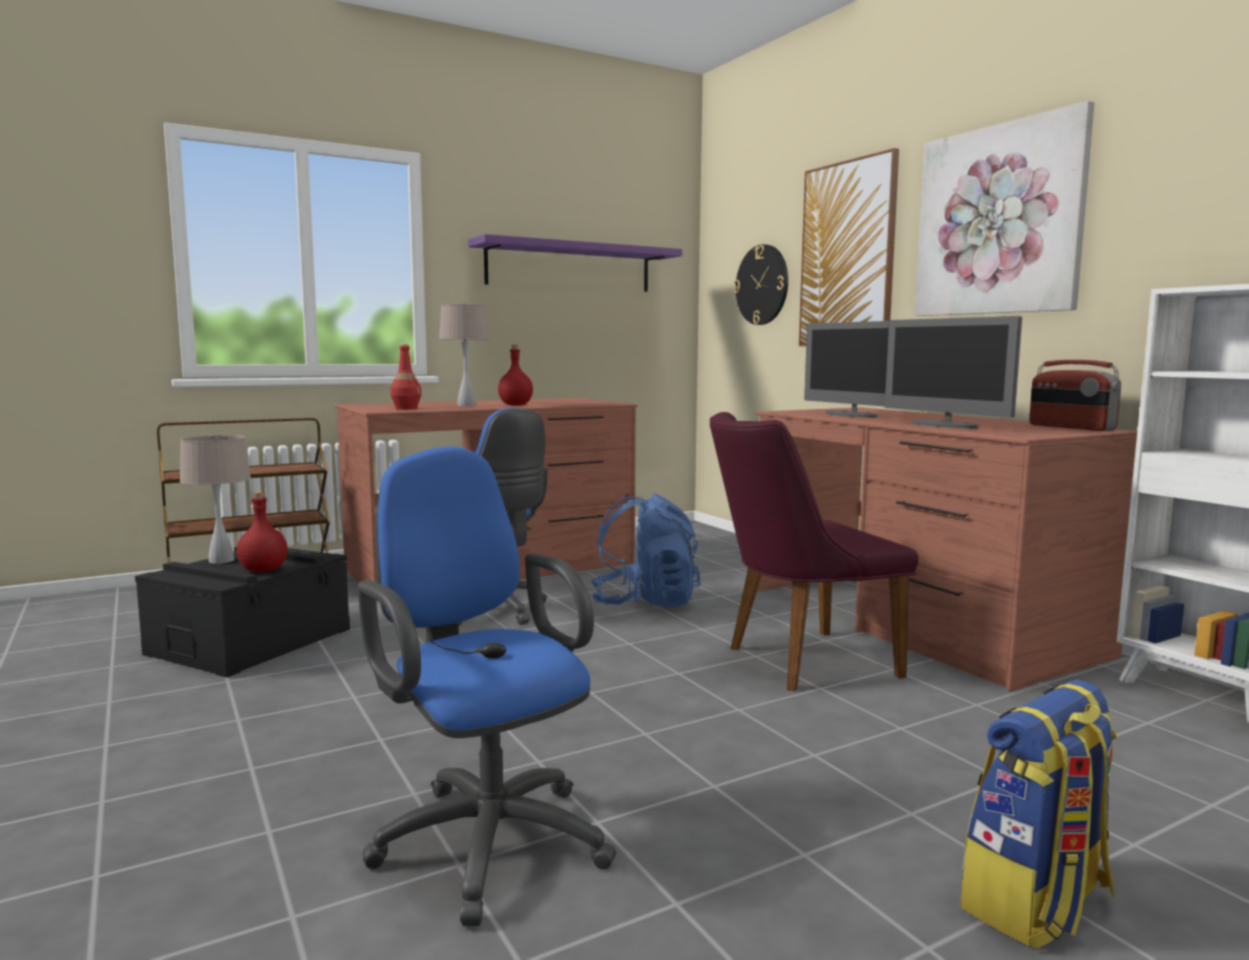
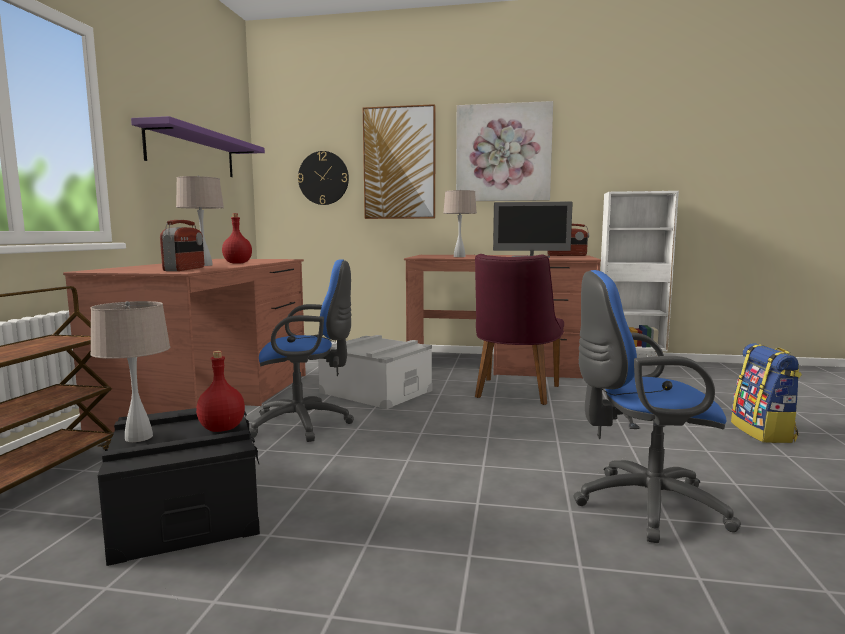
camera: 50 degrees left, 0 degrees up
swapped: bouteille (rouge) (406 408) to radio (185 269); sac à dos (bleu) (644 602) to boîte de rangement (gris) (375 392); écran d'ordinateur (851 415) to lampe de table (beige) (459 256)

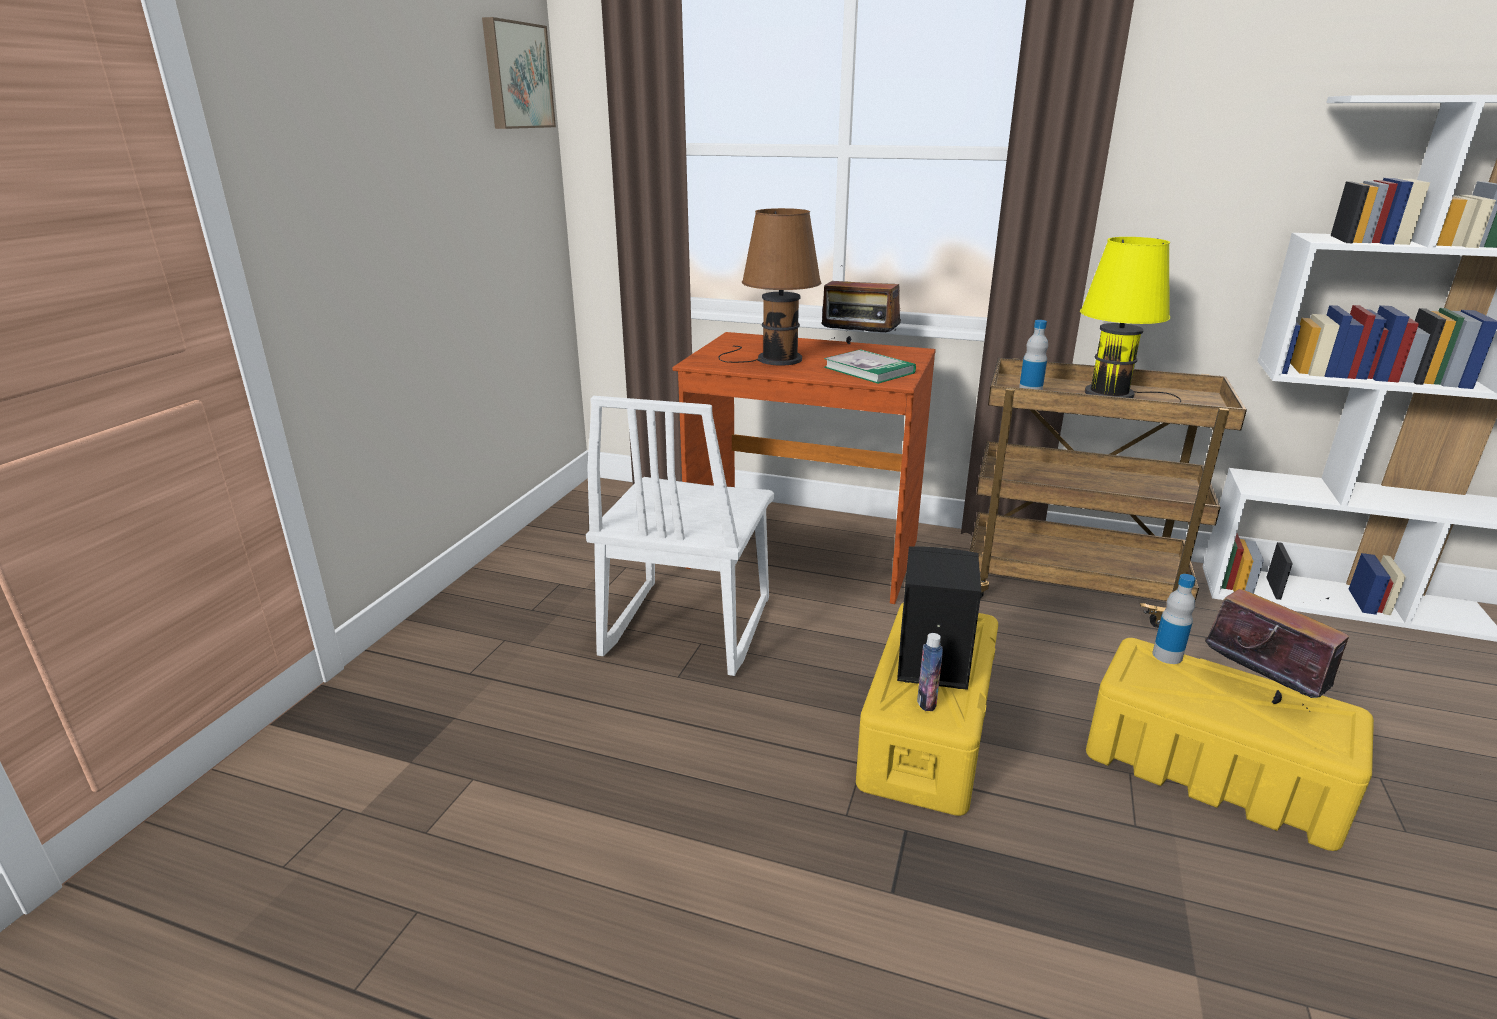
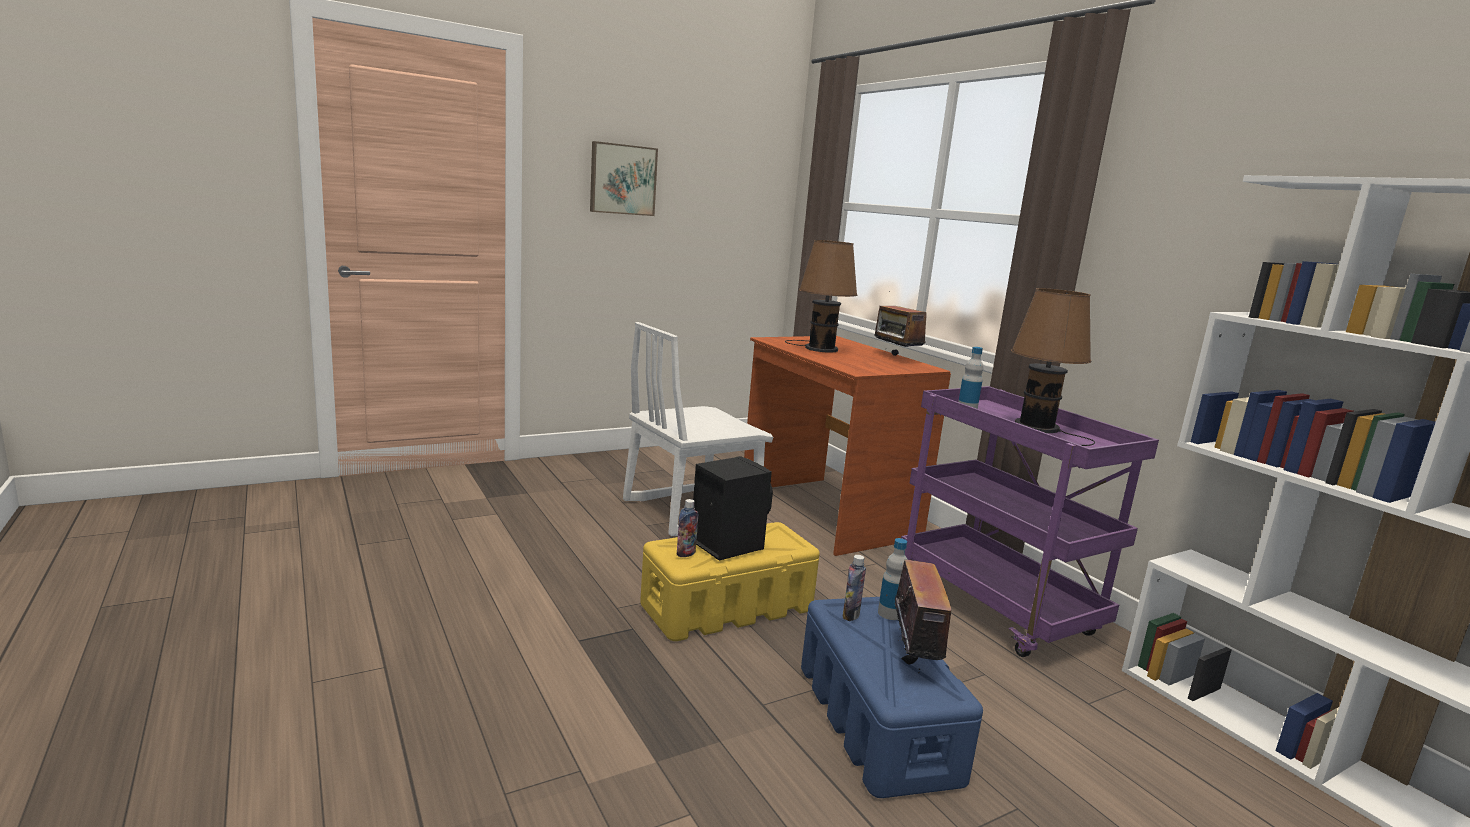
camera: 40 degrees right, 10 degrees down
gone: livre (869 370)
new: bouteille (851 615)
shifted: tableau (516 76) to (622 179)
repainted: chariot (marron) (1072 586) to chariot (violet) (997 608); lampe de table (jaune) (1115 395) to lampe de table (marron) (1040 429); boîte de rangement (jaune) (1209 770) to boîte de rangement (bleu) (875 721)

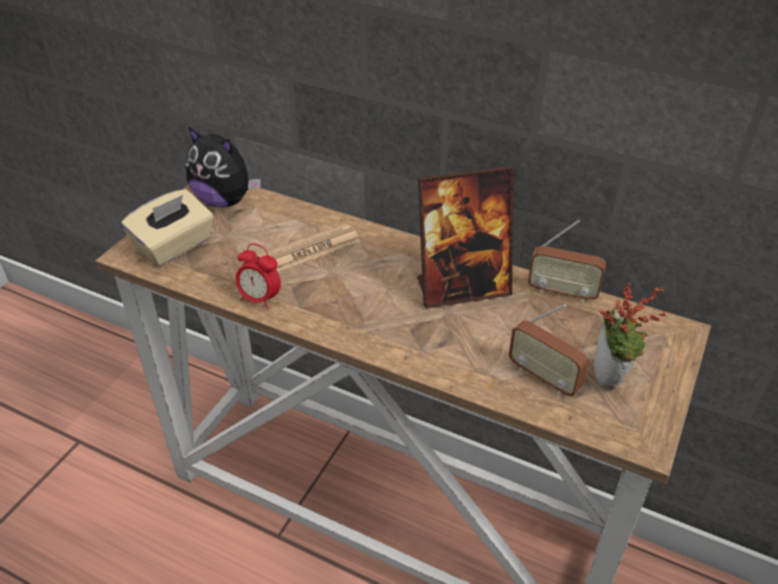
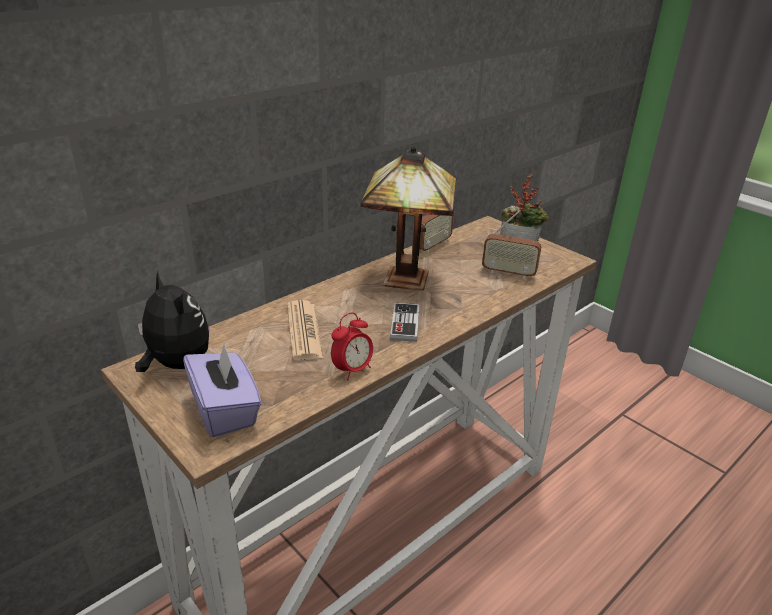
camera: 70 degrees left, 10 degrees down
new: manette (405 324)
swapped: cadre photo (462 288) to lampe de table (404 277)
repainted: boîte à mouchoirs (beige) (174 246) to boîte à mouchoirs (violet) (225 410)
rotated: peluche (225 201) = (176 364) 90 degrees counterclockwise; radio (544 377) = (508 273) 45 degrees clockwise

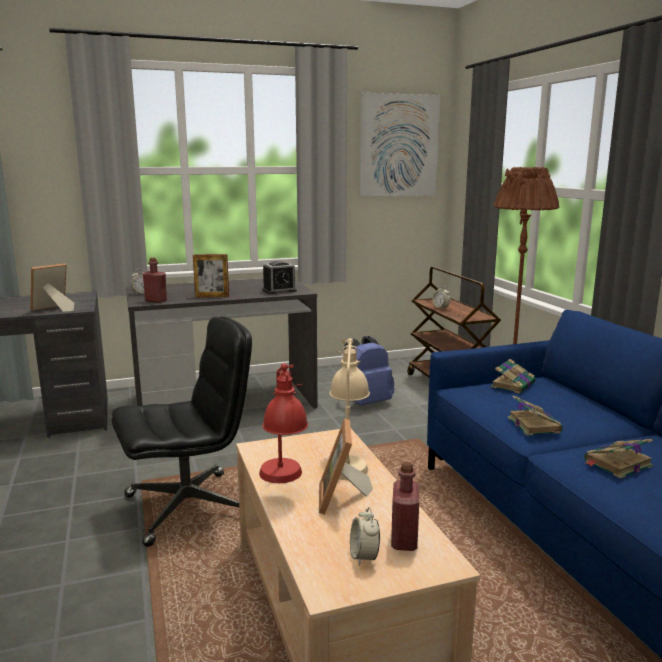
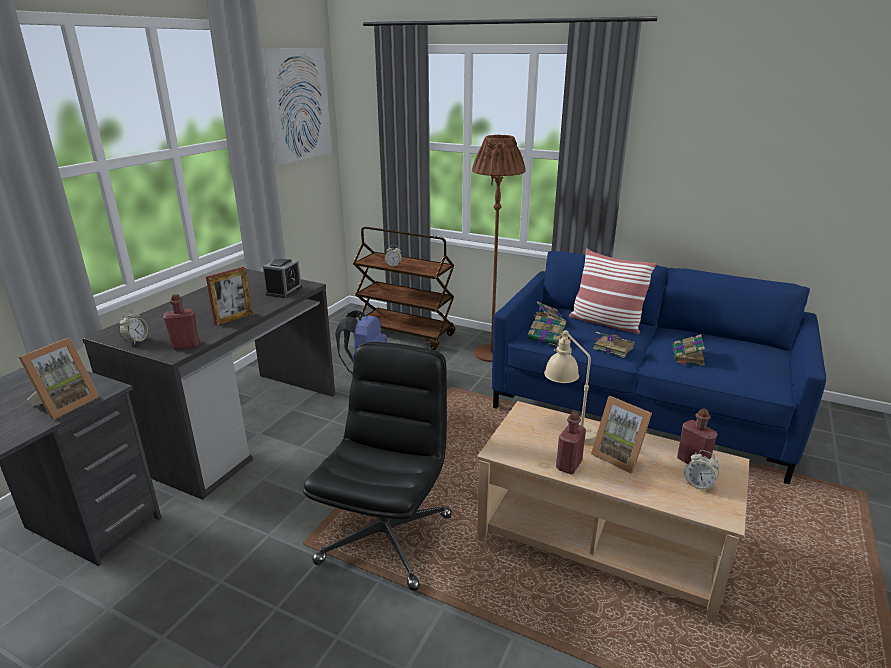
camera: 45 degrees left, 10 degrees up
new: livre (547 338); coussin (606 323)
swapped: lampe de table (rouge) (284 482) to bouteille (rouge) (569 465)
rotated: cadre photo (53 309) = (65 404) 150 degrees counterclockwise

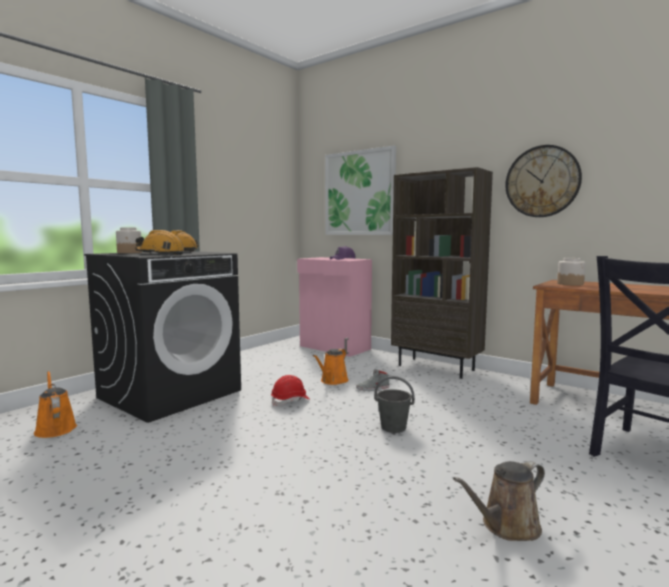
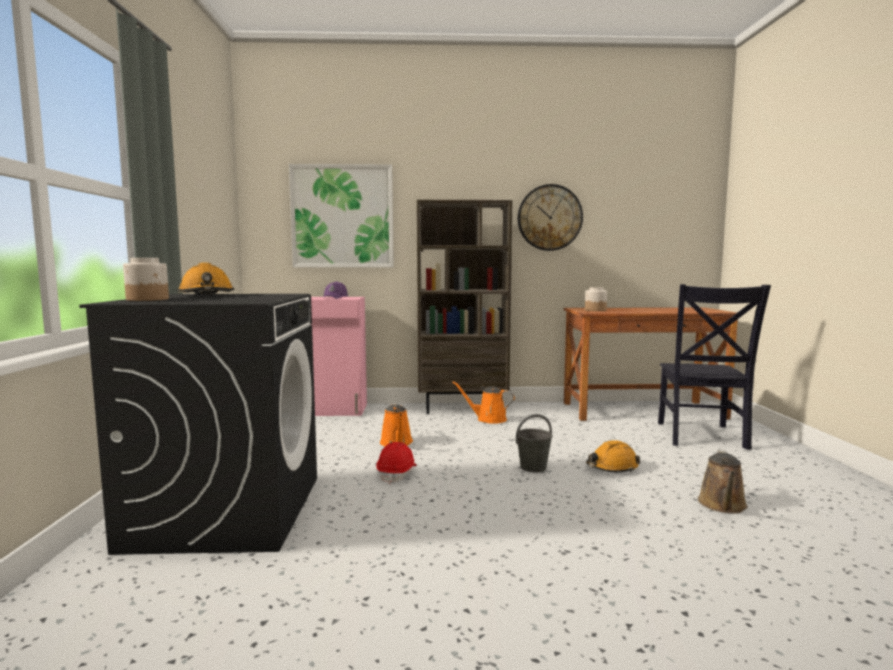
camera: 40 degrees left, 0 degrees up
gone: chaussure (gris) (373 388)
shifted: arrosoir (orange) (55 428) to (488 419); casque de chantier (orange) (160 254) to (612 468)

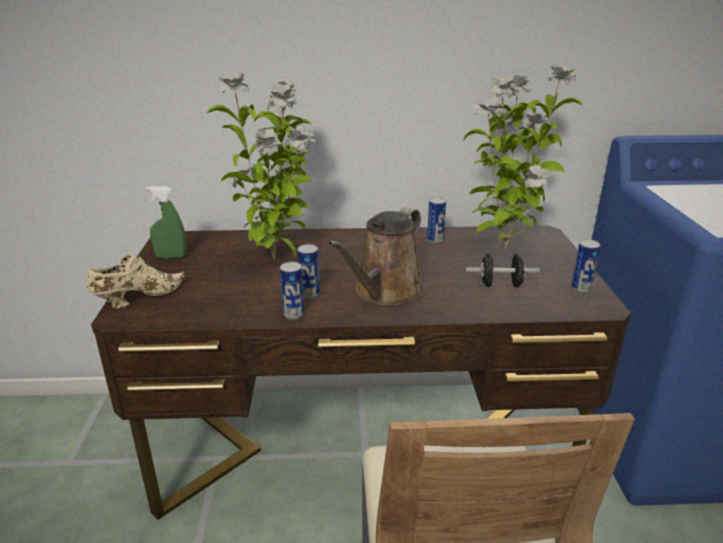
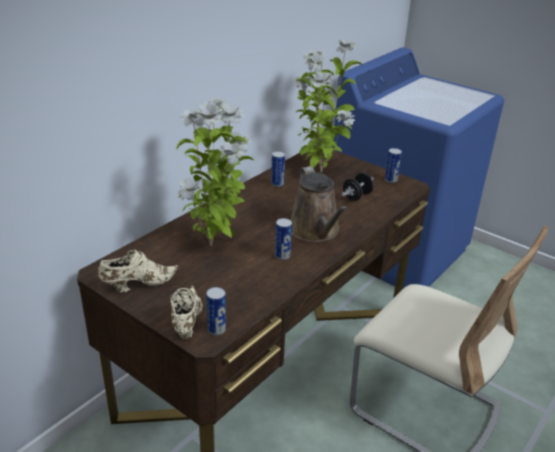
camera: 50 degrees left, 5 degrees up
shifted: boîte métallique (293 314) to (216 330)
swapped: vaporisateur (vert) (171 257) to chaussure (beige) (137 284)

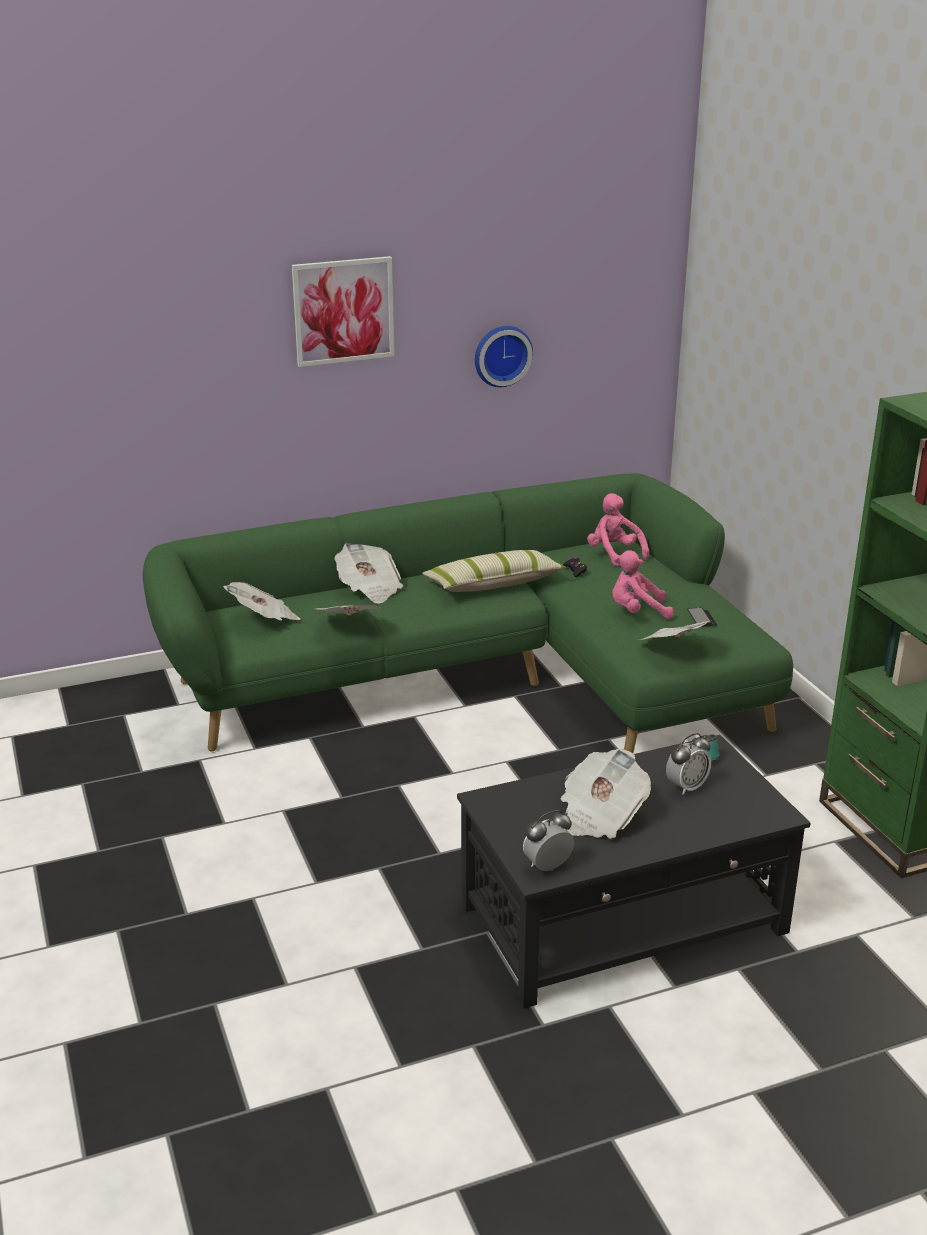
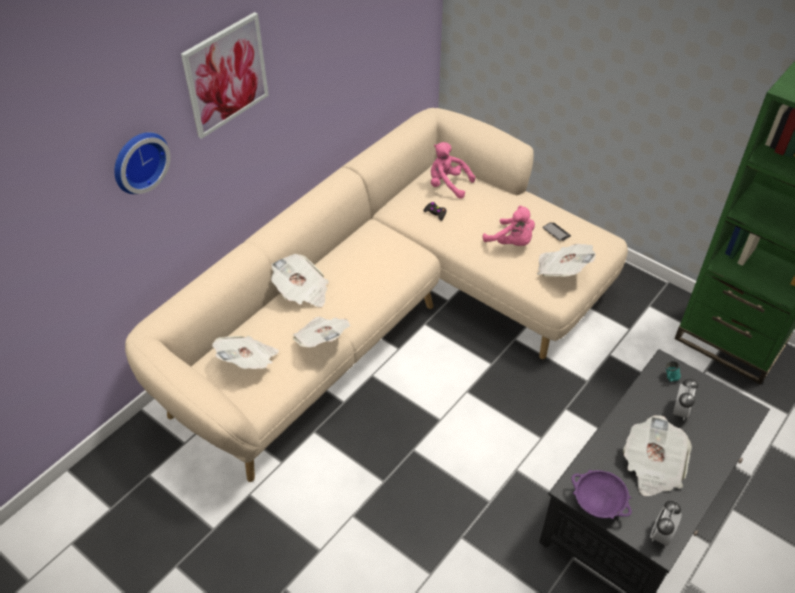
camera: 30 degrees left, 20 degrees up
gone: coussin (493 584)
new: bol (violet) (598 504)
shifted: horloge murale (501 355) to (138 161)
repainted: canapé (vert) (485 677) to canapé (beige) (390 313)
rotated: peluche (rose) (637 612) = (511 242) 105 degrees counterclockwise

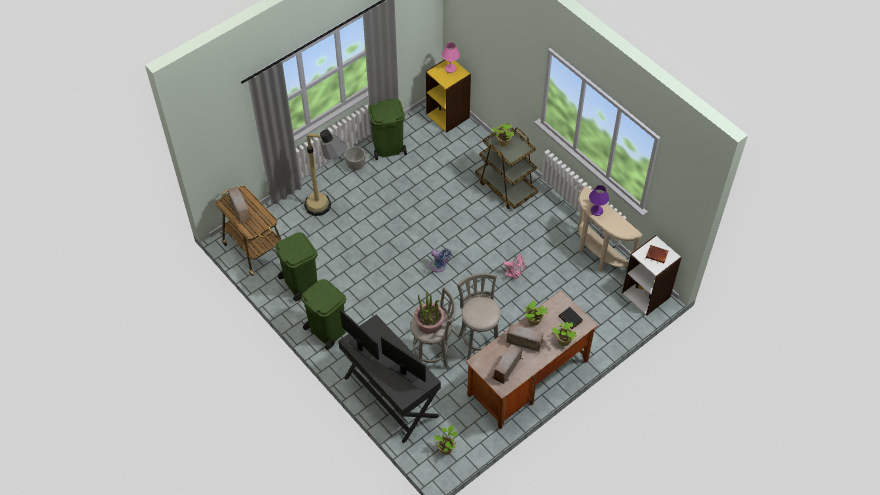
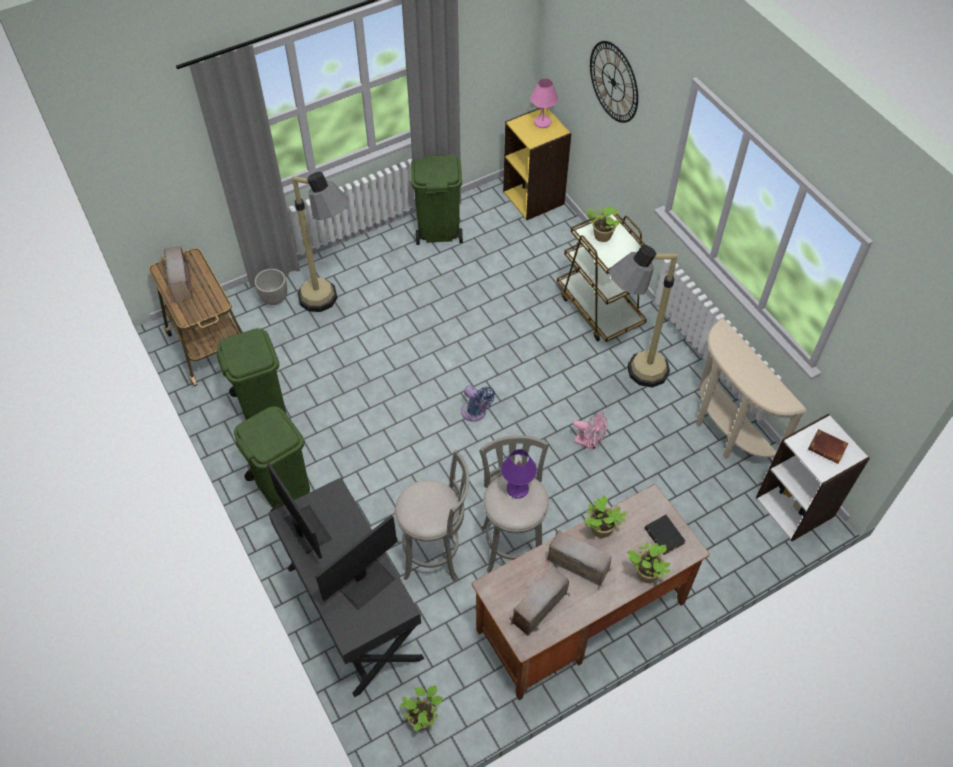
camera: 10 degrees right, 0 degrees up
gone: plante en pot (429 323)
new: horloge murale (613 82); lampadaire (631 377)
shifted: cache-pot (356 165) to (274 298); lampe de table (violet) (596 211) to (517 489)
rotated: écran d'ordinateur (406 370) = (366 583) 90 degrees clockwise

